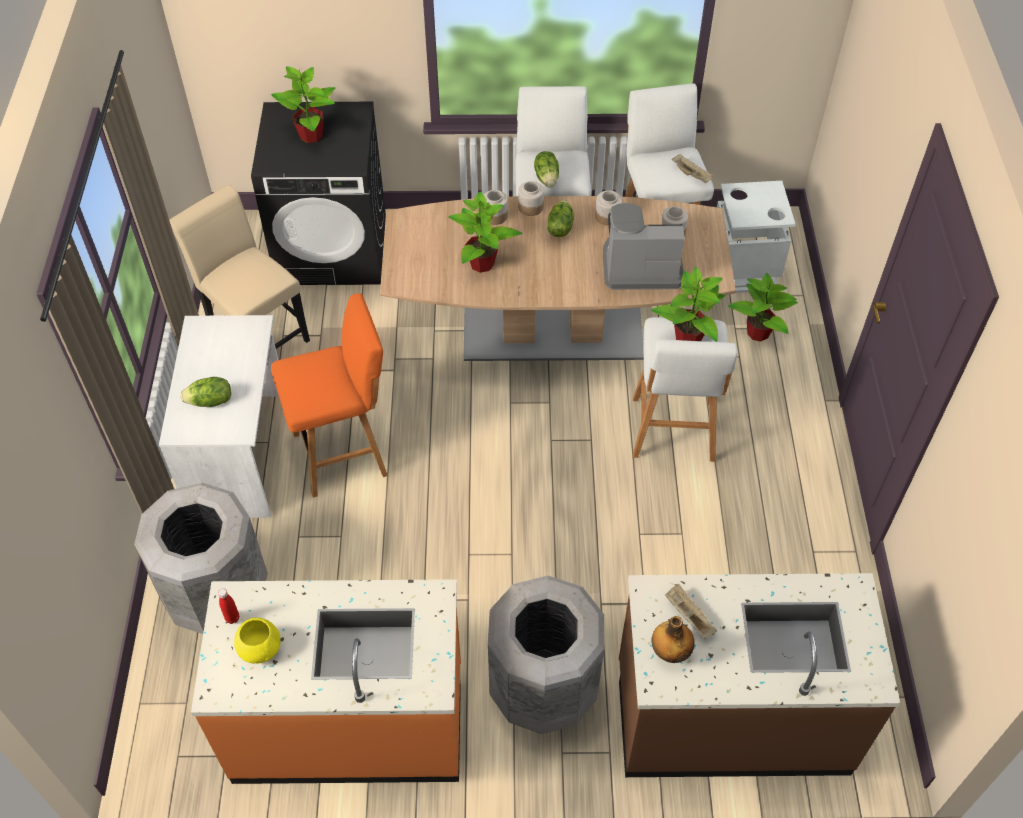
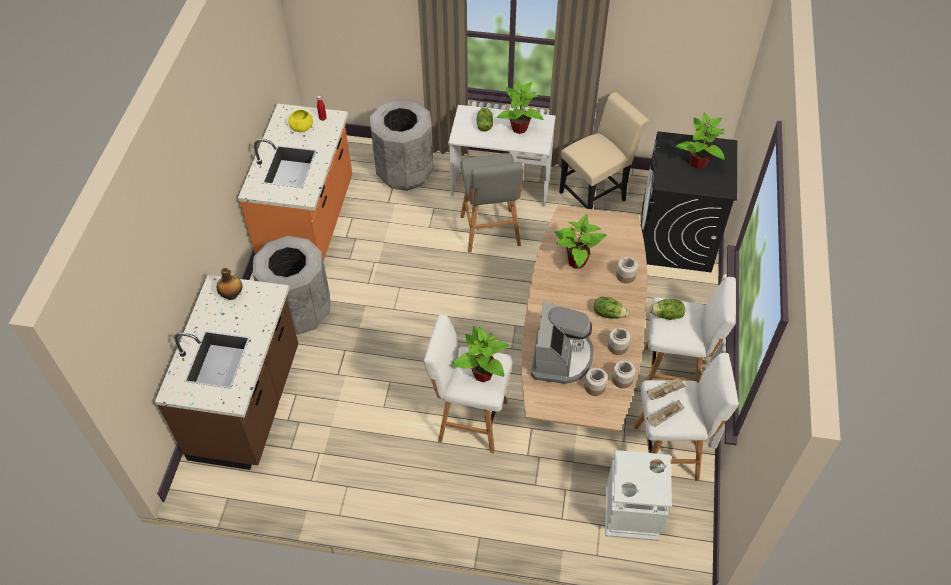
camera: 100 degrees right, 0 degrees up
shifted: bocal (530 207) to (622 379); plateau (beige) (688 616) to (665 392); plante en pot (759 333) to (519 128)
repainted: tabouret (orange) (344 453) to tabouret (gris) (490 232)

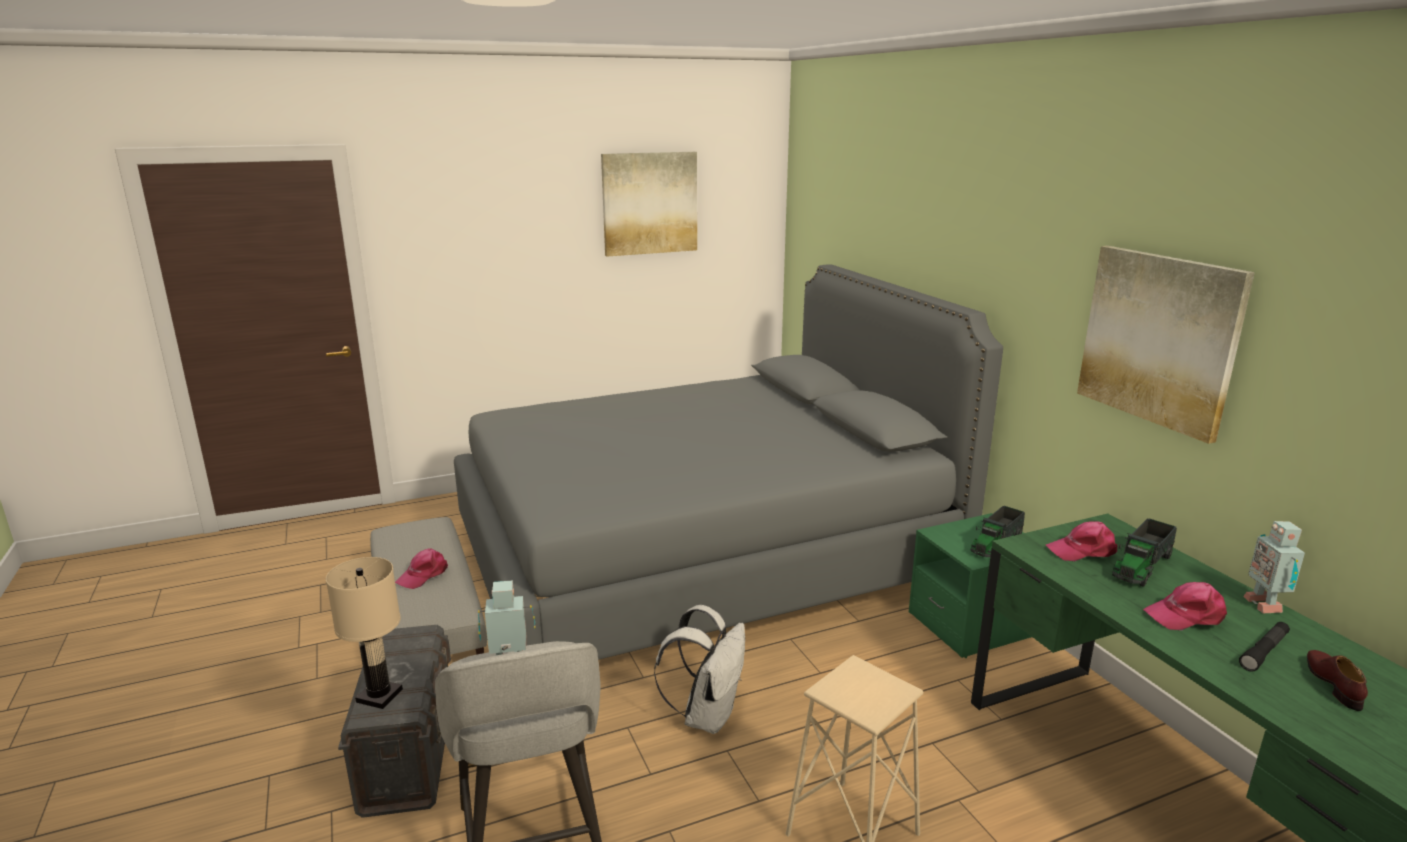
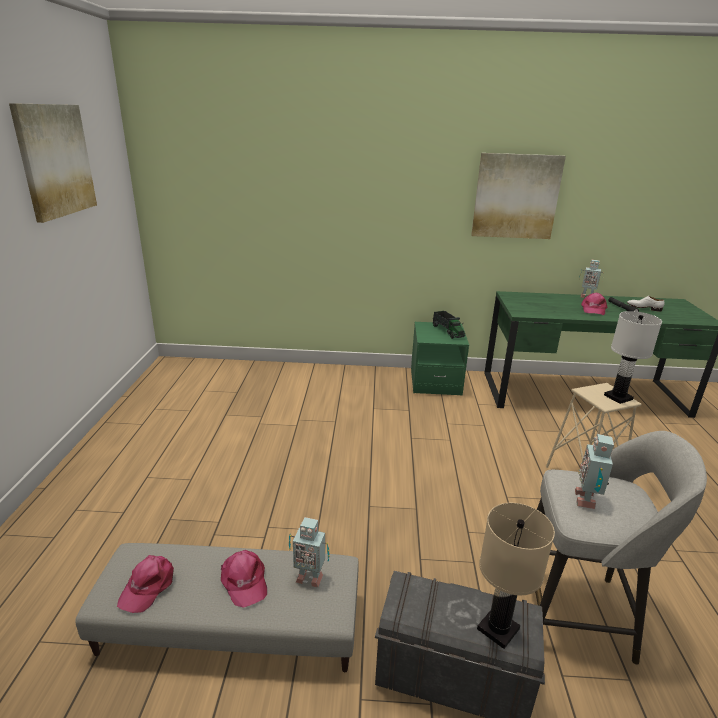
camera: 65 degrees left, 5 degrees up
gone: lit (gris) (701 557); sac à dos (blanc) (707 715); camion jouet (1142 567)
new: robot jouet (309 577); lampe de table (blanc) (618 397)
shifted: casquette (rose) (1083 550) to (148 586)
repainted: chaussure (marron) (1333 683) to chaussure (blanc) (644 308)

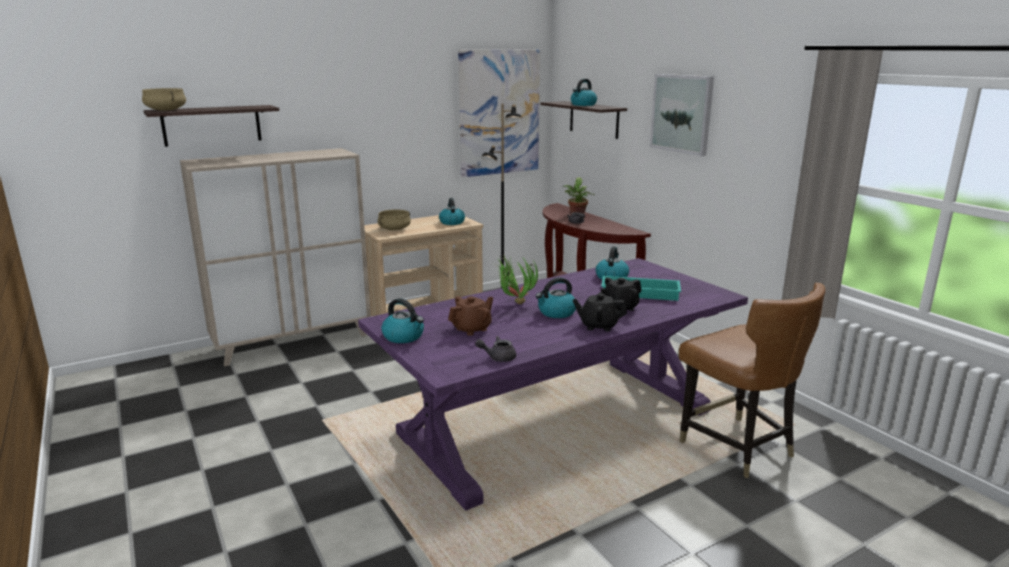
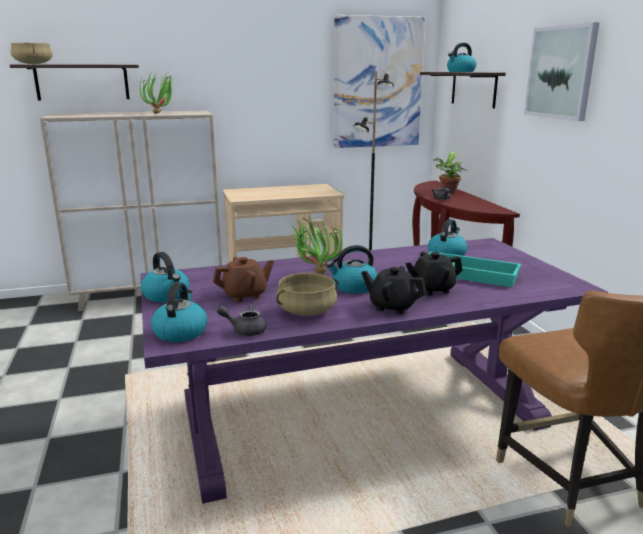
camera: 15 degrees right, 0 degrees up
new: plante en pot (162 113)
shifted: marmite (beige) (394 229) to (306 311); bouilloire (451 222) to (180 332)

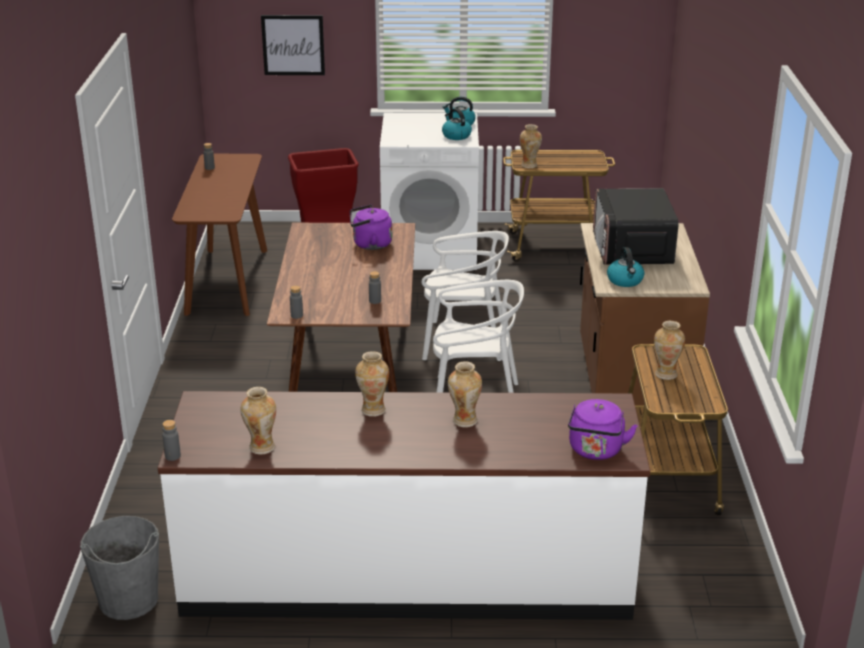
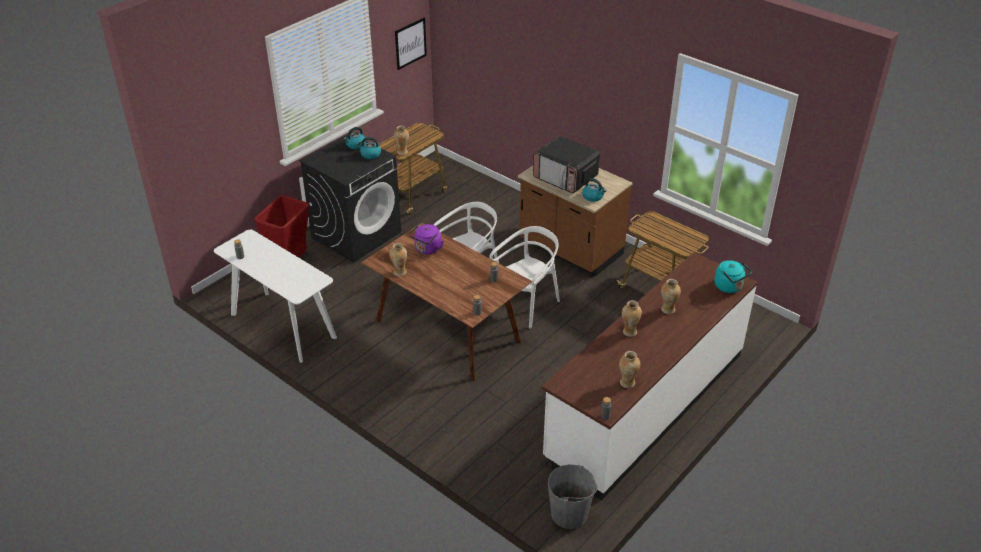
camera: 50 degrees left, 10 degrees up
shifted: tableau (293 45) to (410 43); vase (666 374) to (399 272)
repainted: table console (marron) (227 281) to table console (blanc) (282 326); lave-linge (blanc) (430 250) to lave-linge (noir) (356 234); bouilloire (violet) (596 451) to bouilloire (turquoise) (730 287)

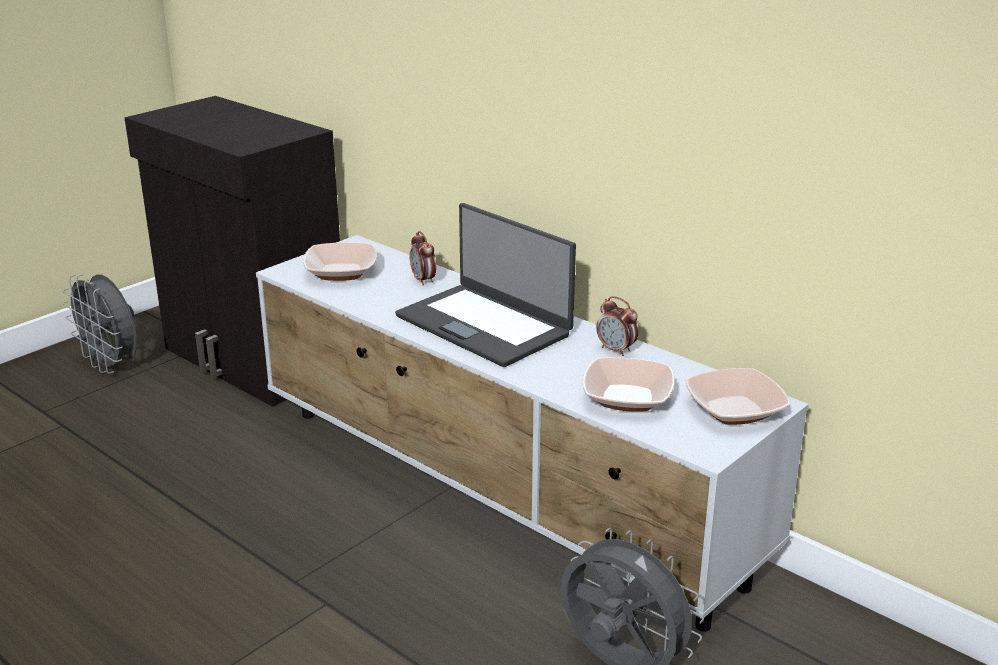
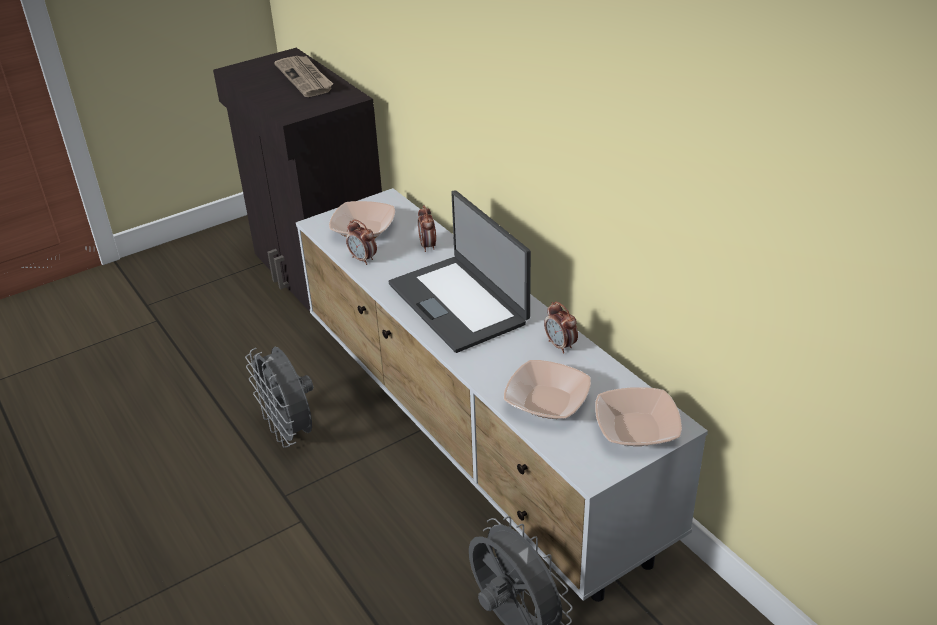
camera: 15 degrees right, 10 degrees up
new: journal (305 78); réveil (363 259)
shifted: ventilateur (gris) (111 365) to (290 432)

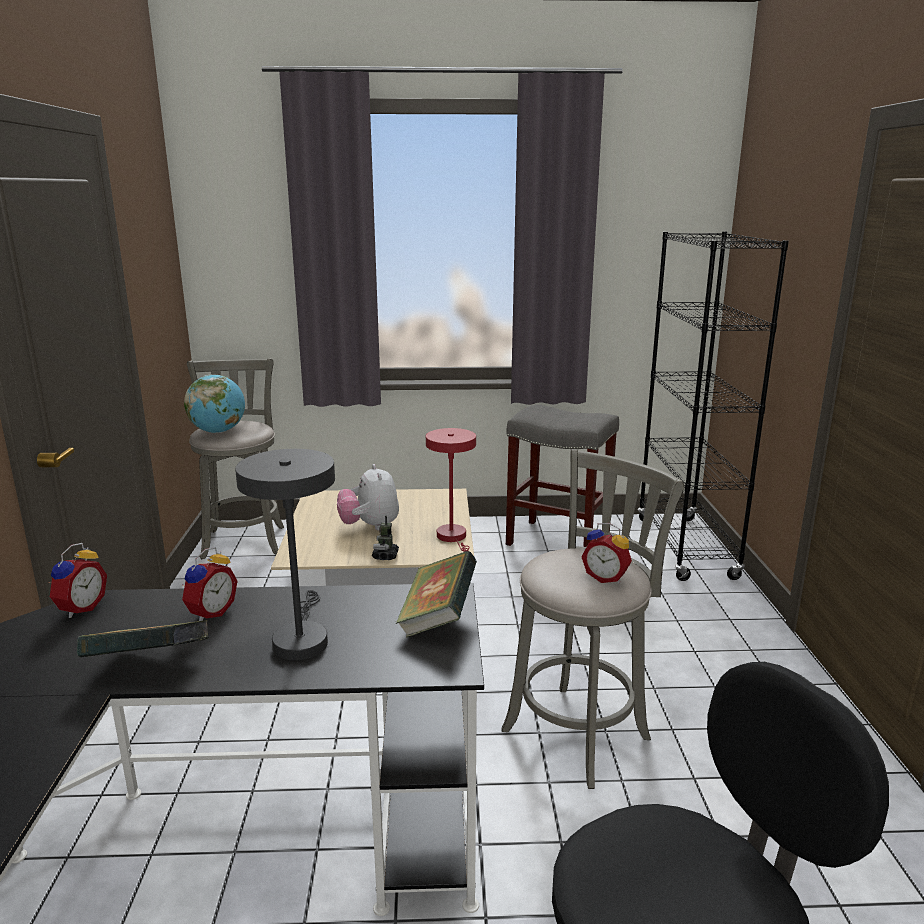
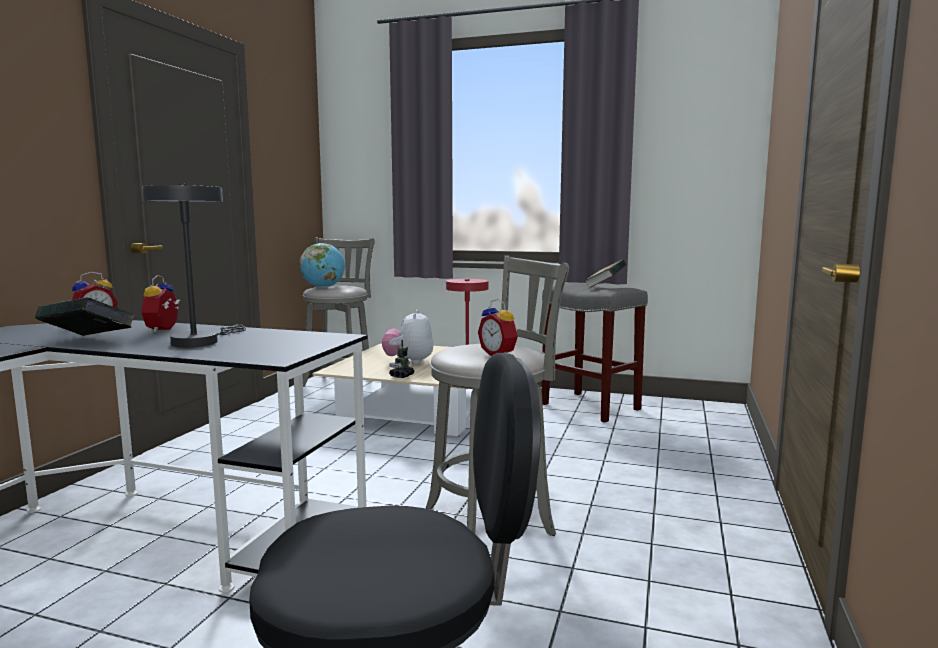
camera: 20 degrees right, 10 degrees down
gone: bibliothèque (noir) (685 548)
shifted: livre (437 618) to (604 287)
rotated: réveil (210 612) = (165 329) 135 degrees clockwise

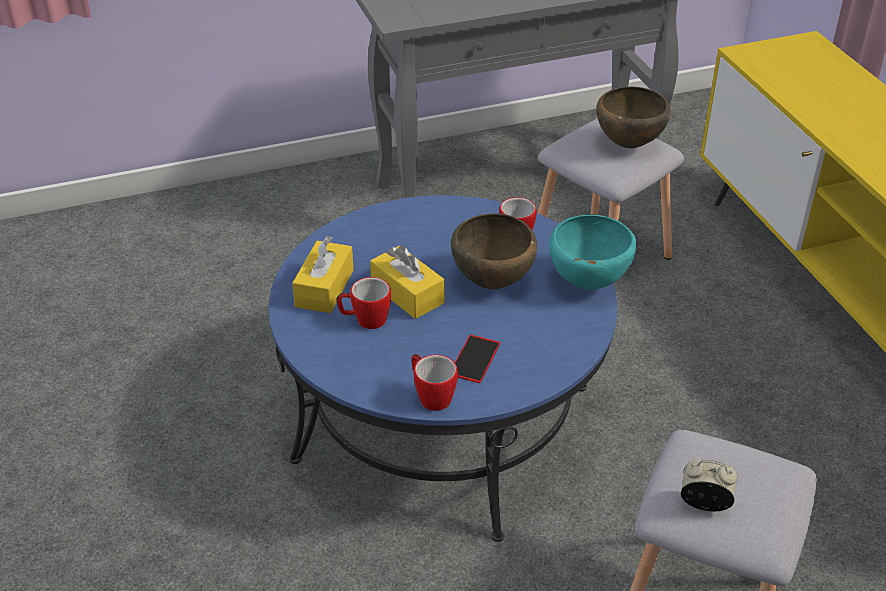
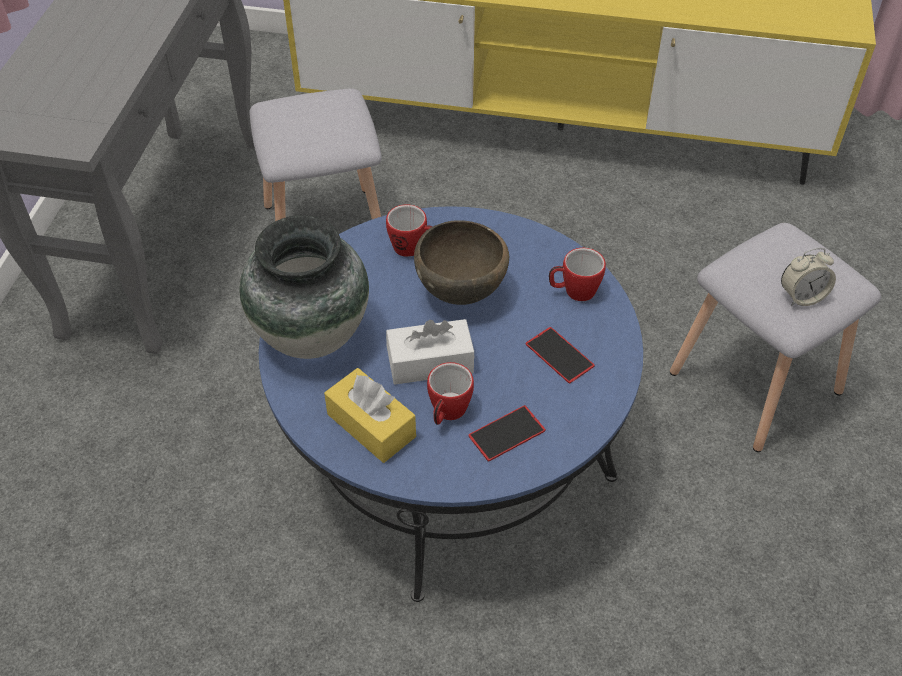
camera: 60 degrees left, 10 degrees up
gone: bol (turquoise) (588 283); bol (marron) (628 145)
new: vase (313 335); téléphone (506 433)
shifted: mug (431 396) to (573 291)
repainted: boîte à mouchoirs (jaune) (407 293) to boîte à mouchoirs (blanc) (430 362)
rotated: réveil (704 504) = (801 296) 150 degrees counterclockwise

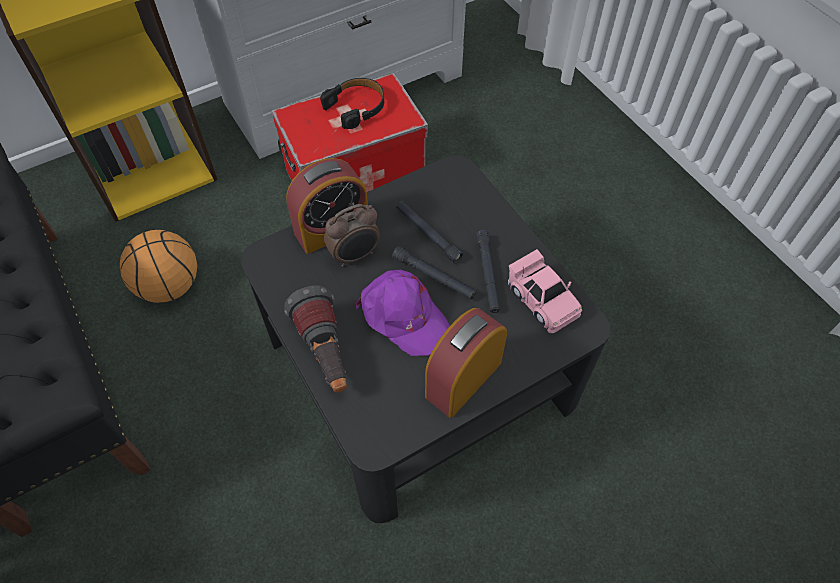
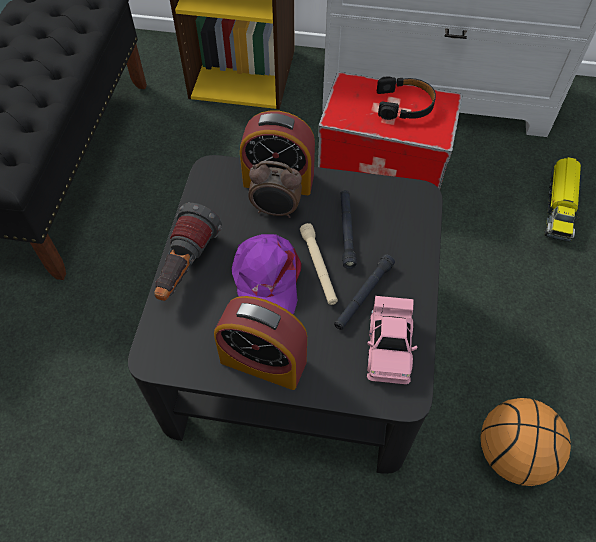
camera: 40 degrees right, 0 degrees up
new: camion jouet (559 206)
shifted: ballon de basket (170 286) to (513 455)
repainted: lampe de poche (noir) (434 277) to lampe de poche (beige) (318 267)
rotated: réveil (463 379) = (263 361) 150 degrees counterclockwise

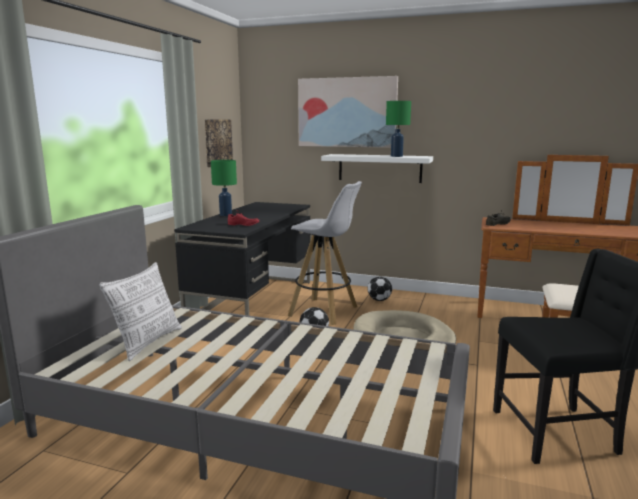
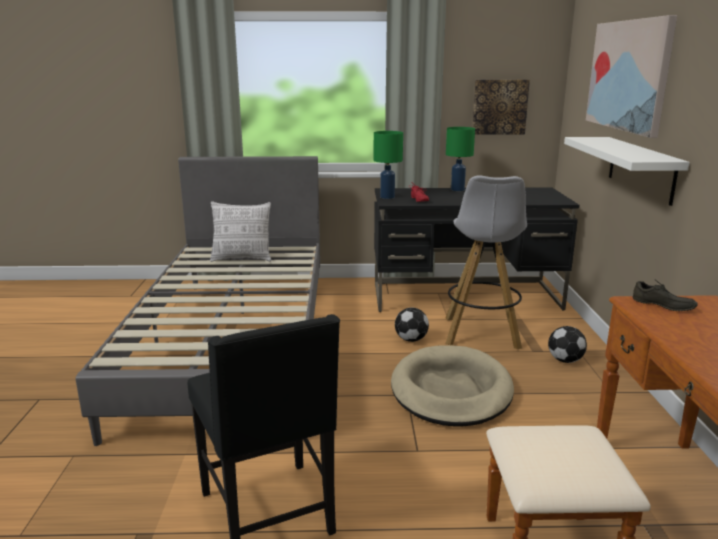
camera: 70 degrees right, 5 degrees up
shifted: lampe de table (vert) (396 156) to (387 197)

